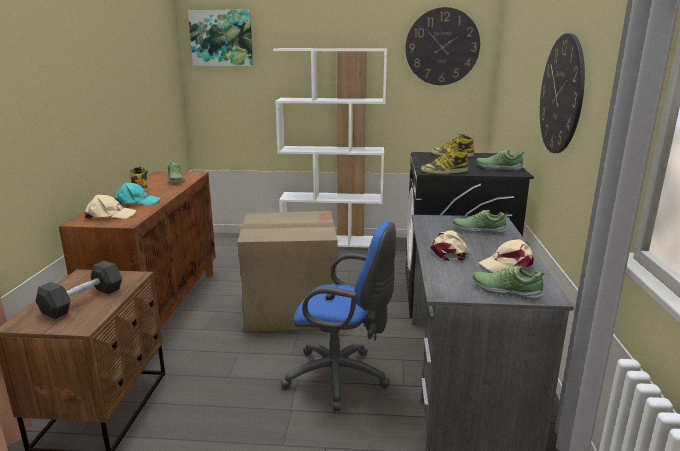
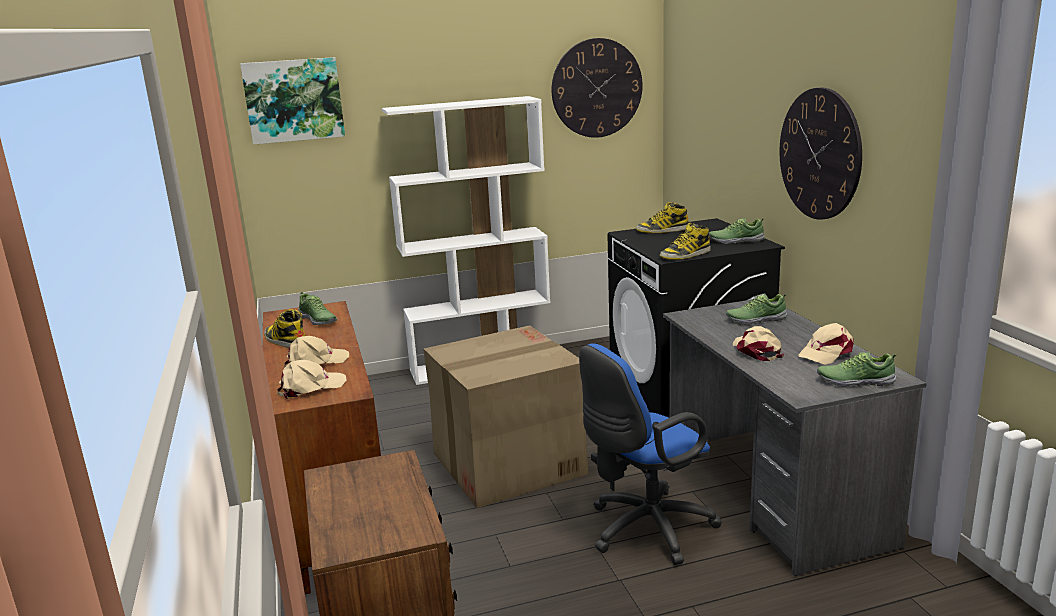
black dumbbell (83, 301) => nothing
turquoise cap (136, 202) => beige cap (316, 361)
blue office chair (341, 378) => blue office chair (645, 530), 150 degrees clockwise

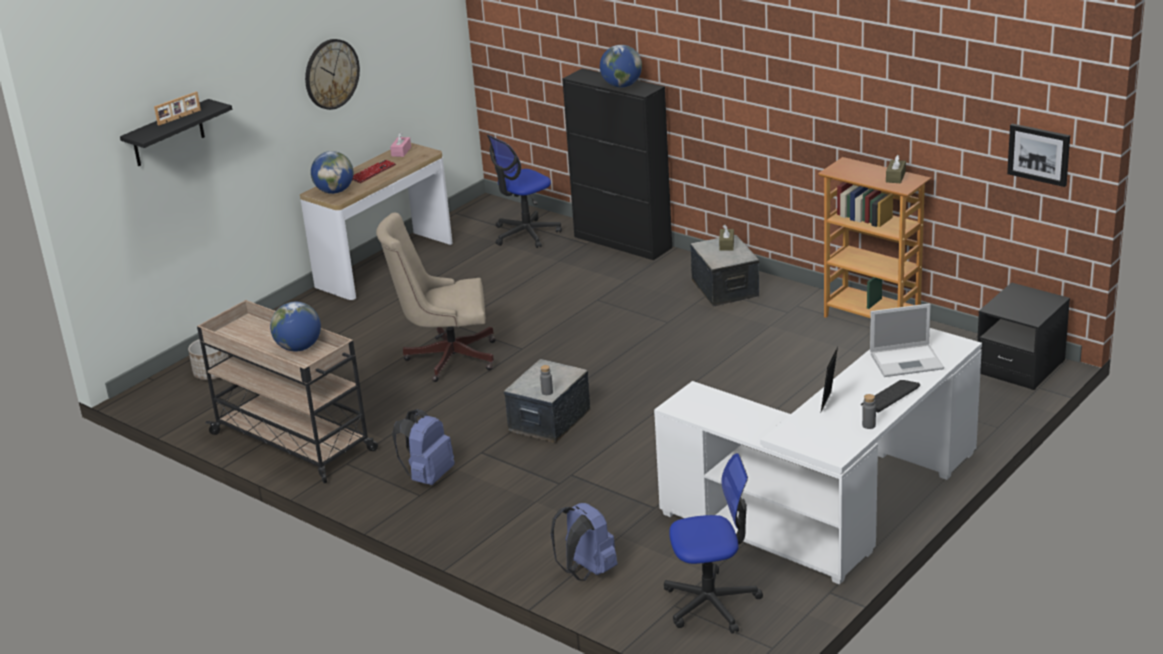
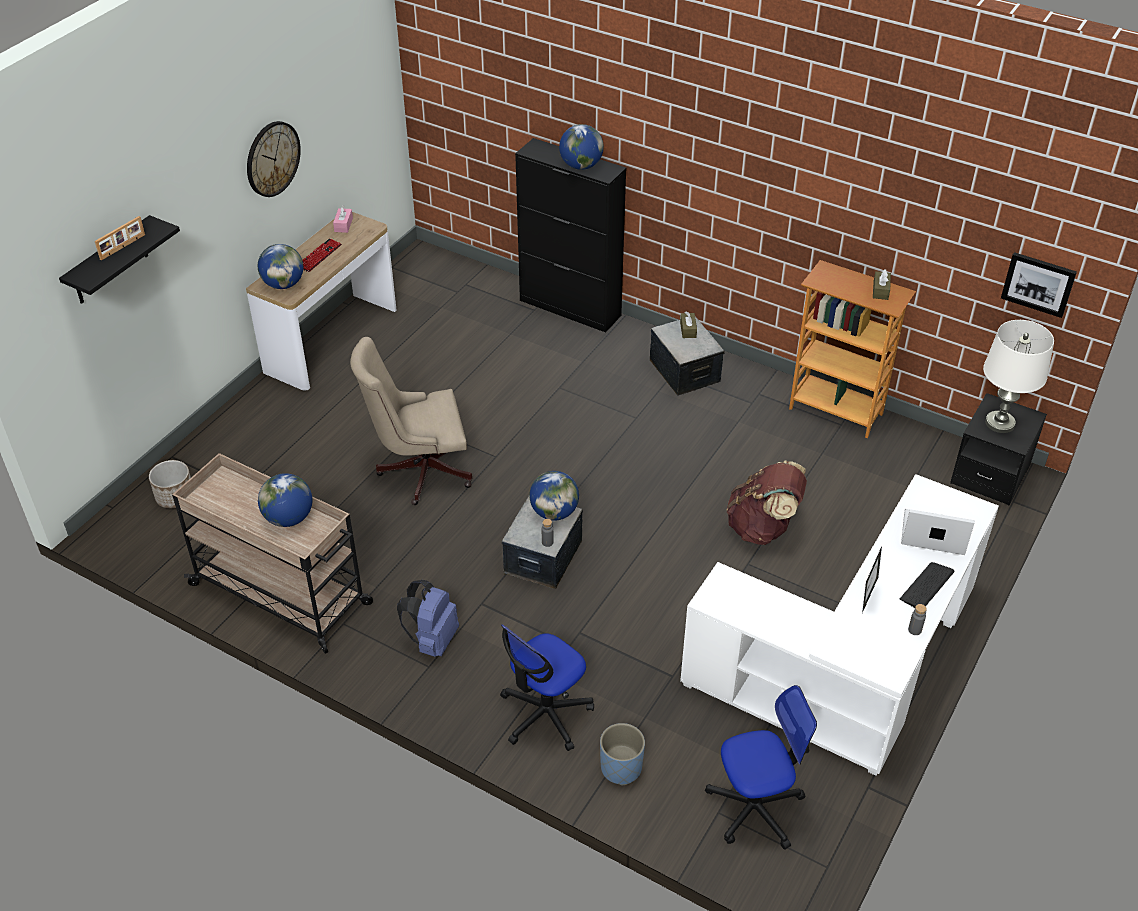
office chair (525, 234) => office chair (545, 714), relocated
blue backpack (586, 571) => blue planter (621, 768)
laptop (907, 361) => laptop (932, 533), 150 degrees counterclockwise
nothing => globe (554, 512)
nothing => brown backpack (763, 528)
nothing => white table lamp (1000, 423)

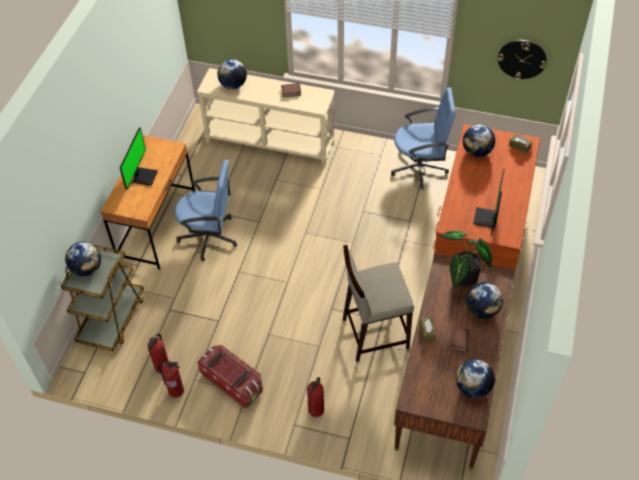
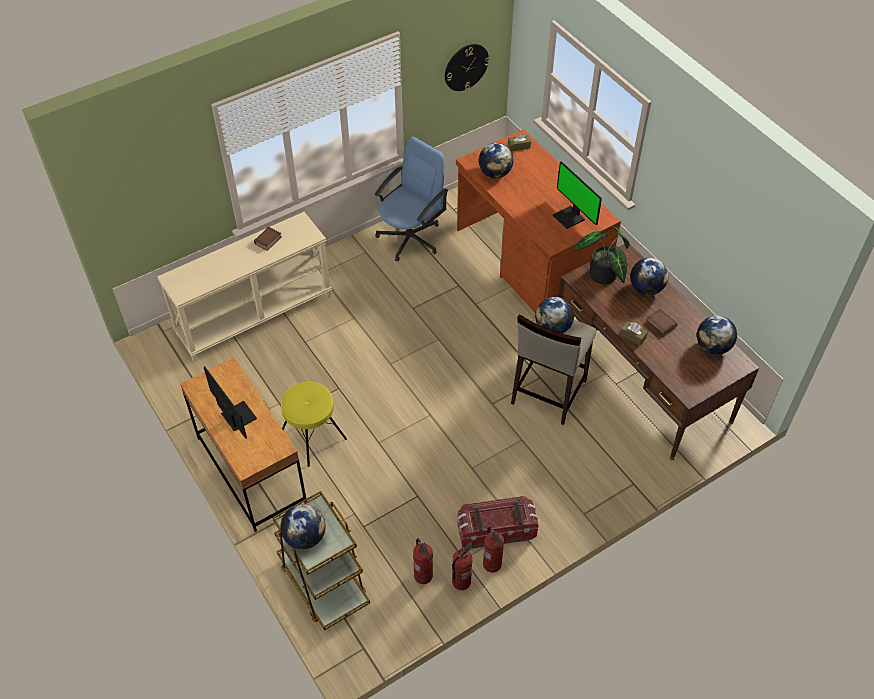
blue office chair (209, 237) => yellow stool (313, 437)
globe (233, 85) => globe (553, 328), relocated
fire extinguisher (316, 410) => fire extinguisher (492, 564), relocated

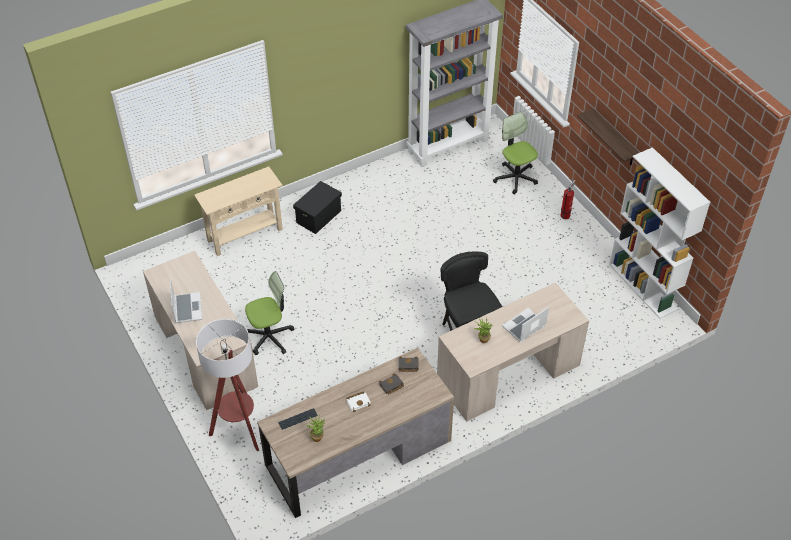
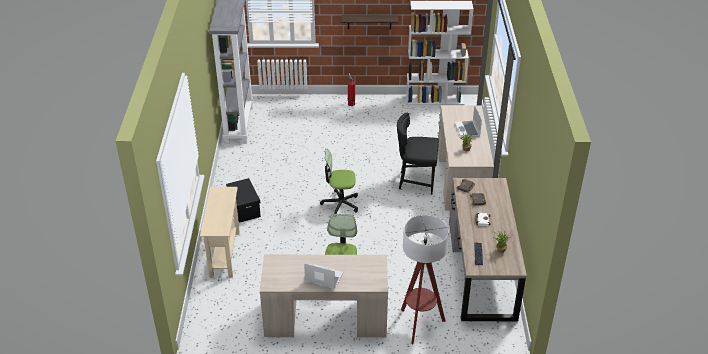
office chair (515, 178) => office chair (340, 204), relocated

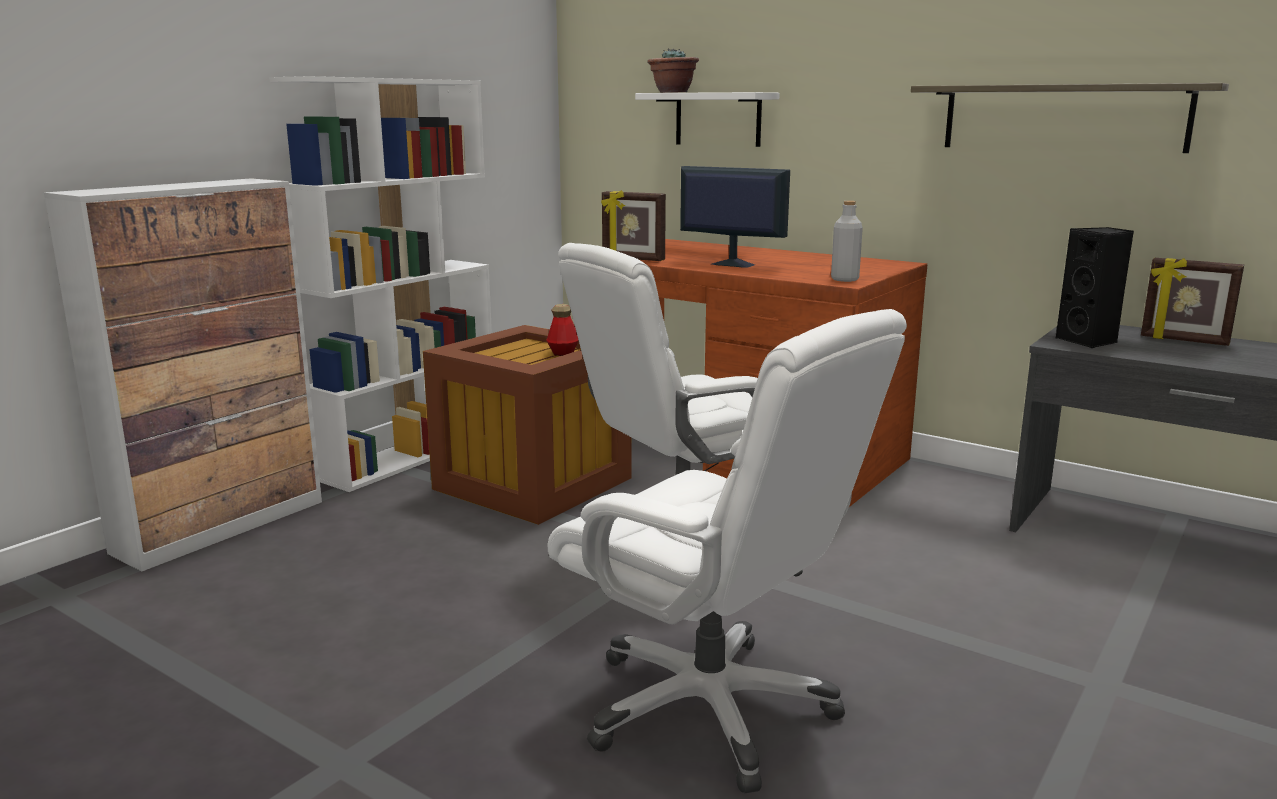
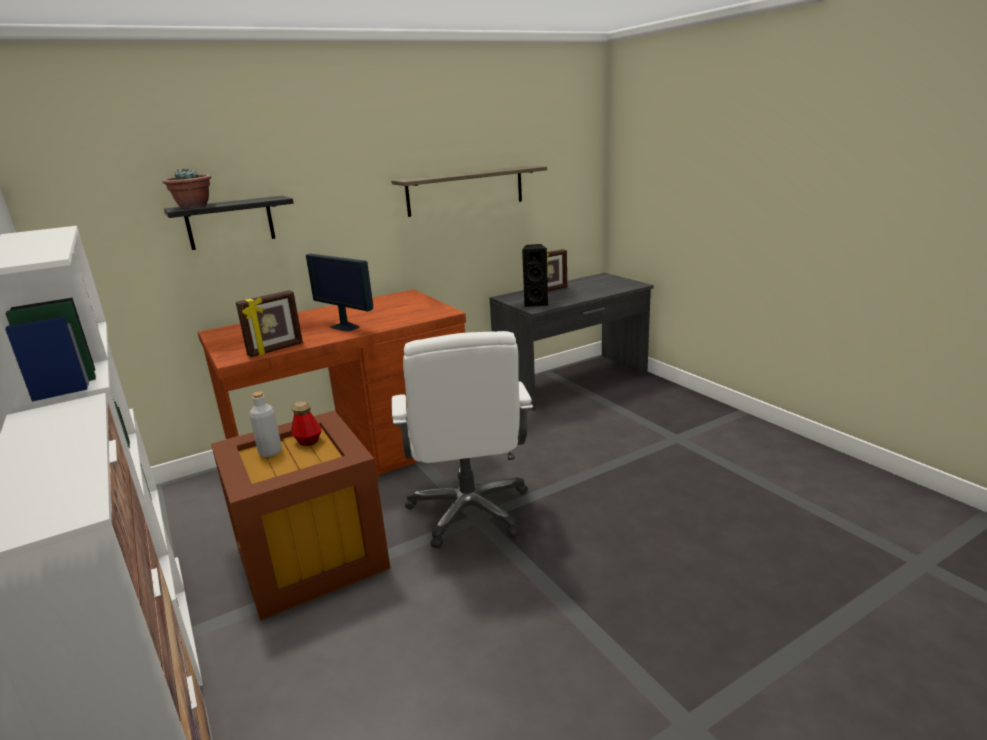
white office chair (711, 709) => nothing
white shelf (718, 119) => black shelf (230, 223)
monitor (731, 264) => monitor (345, 327), 105 degrees counterclockwise
grey bottle (844, 279) => grey bottle (270, 452), relocated

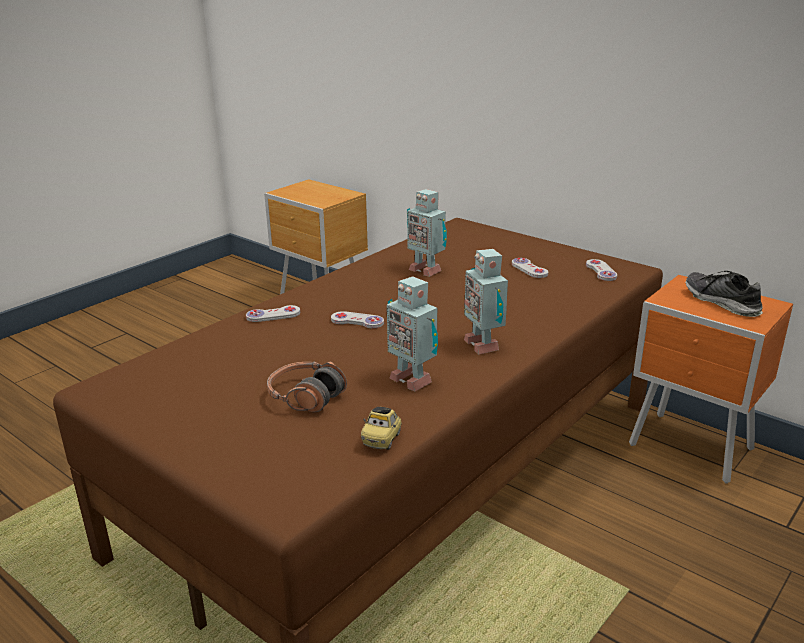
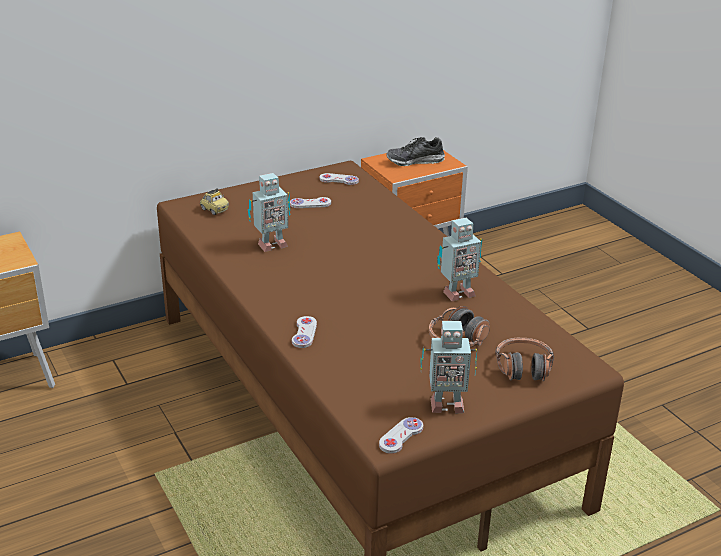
white game controller (357, 321) => white game controller (401, 436), relocated
toy car (382, 439) => toy car (214, 210), relocated
toy robot (483, 344) => toy robot (445, 404), relocated
nothing => headphones (523, 368)

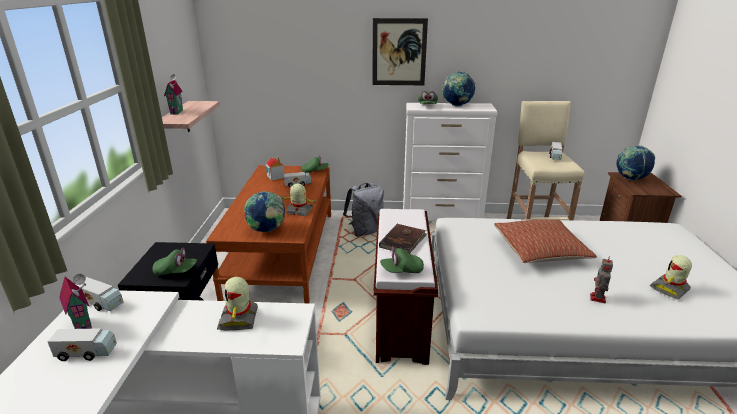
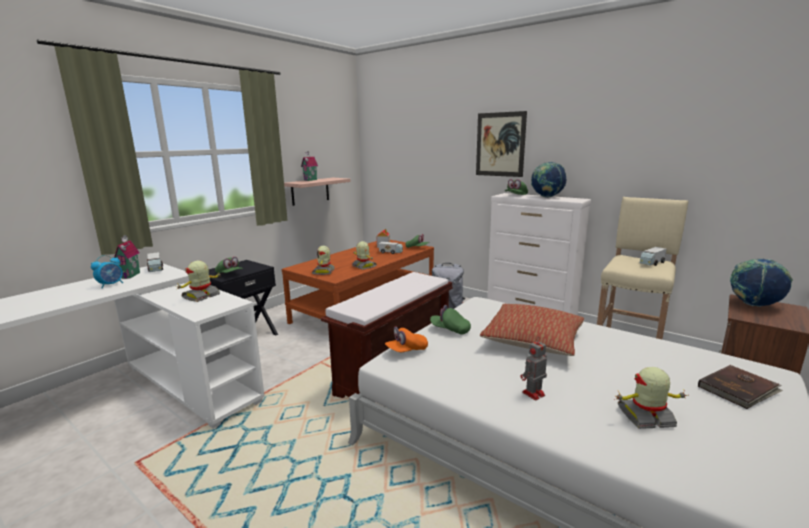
toy truck (87, 352) => alarm clock (111, 285)
globe (267, 230) => toy robot (324, 271)
brown book (403, 241) => brown book (739, 389), relocated
green cap (401, 270) => green cap (450, 329), relocated
nothing => orange cap (406, 350)

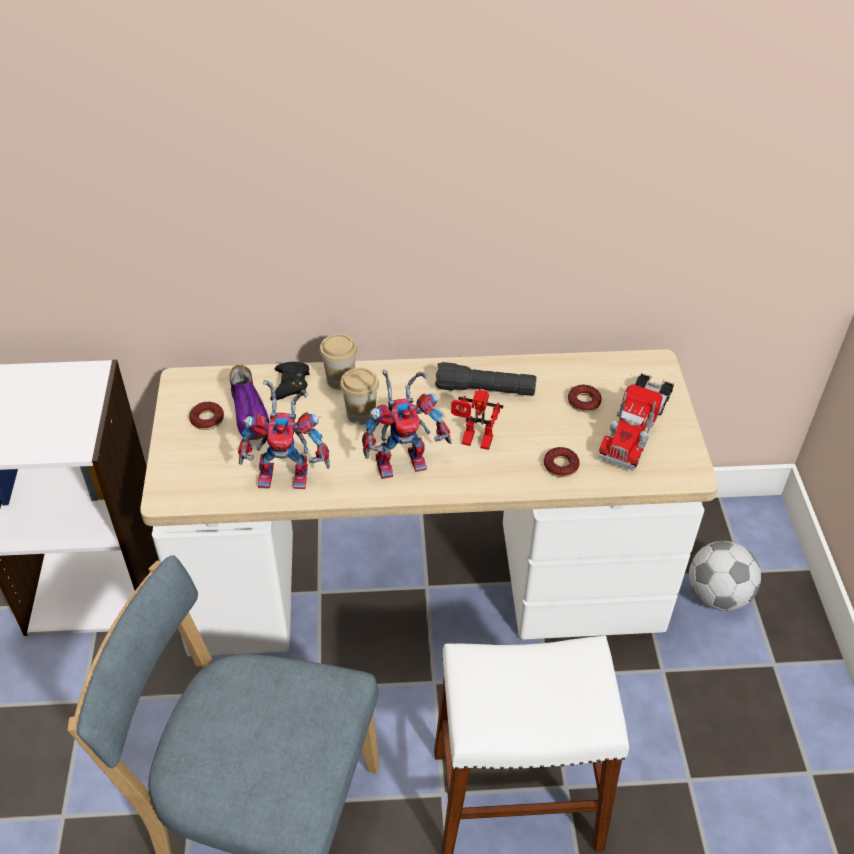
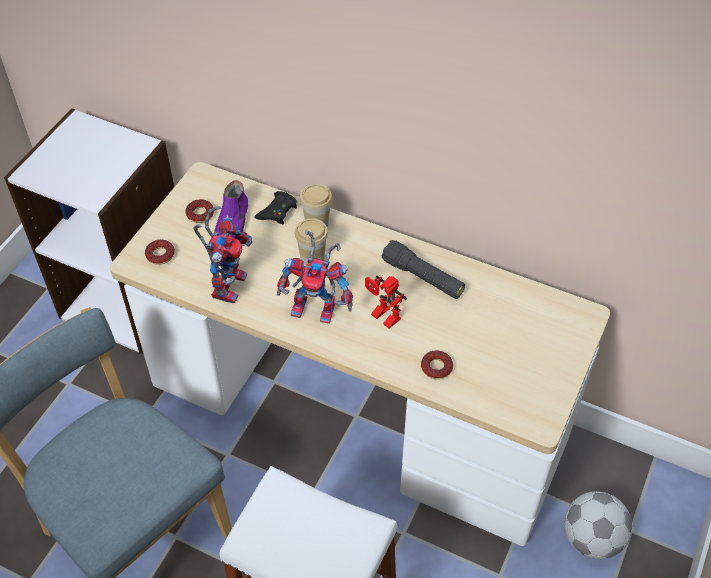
toy robot (289, 474) => toy robot (227, 282), 105 degrees counterclockwise
donut (584, 402) => donut (160, 255), relocated
toy truck (635, 426) => nothing

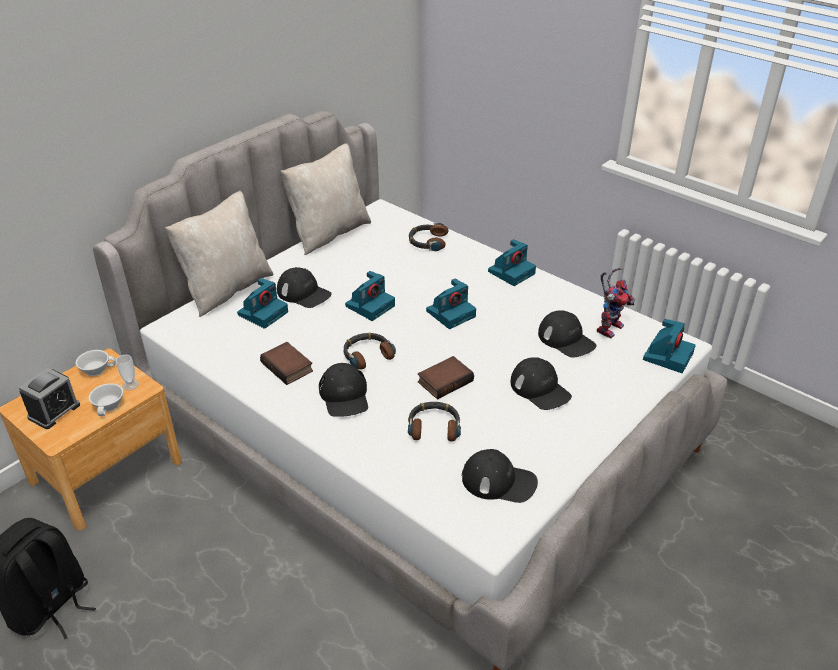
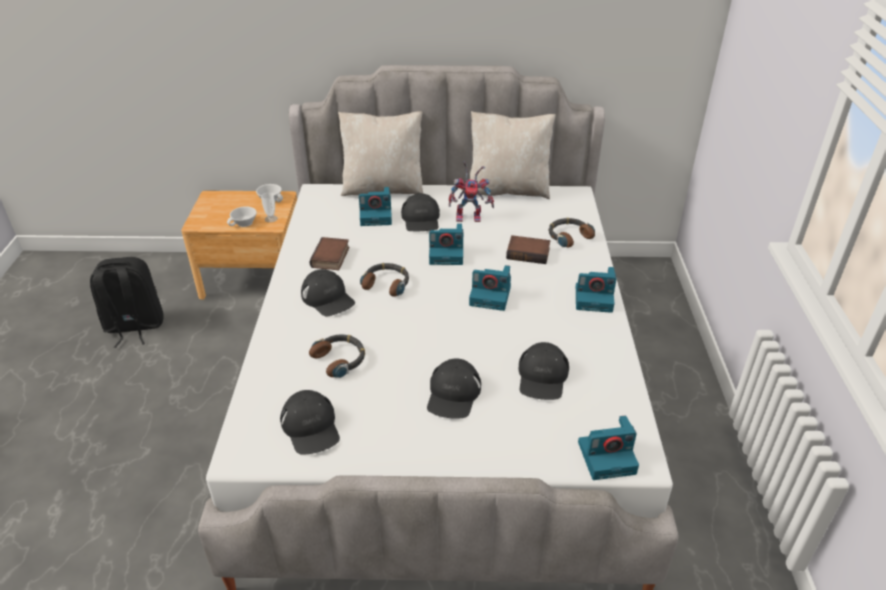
alarm clock (54, 411) => nothing
black cap (344, 396) => black cap (328, 298), 75 degrees counterclockwise
book (445, 380) => book (529, 253), relocated
toy robot (609, 326) => toy robot (470, 216), relocated

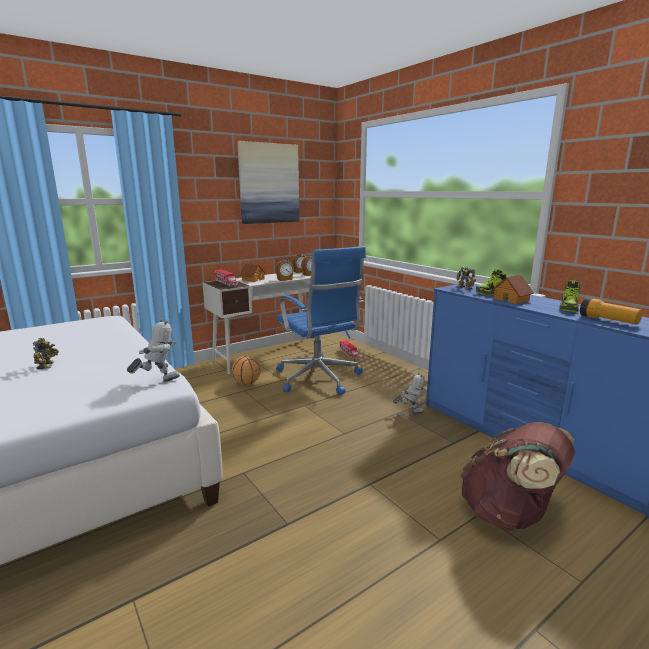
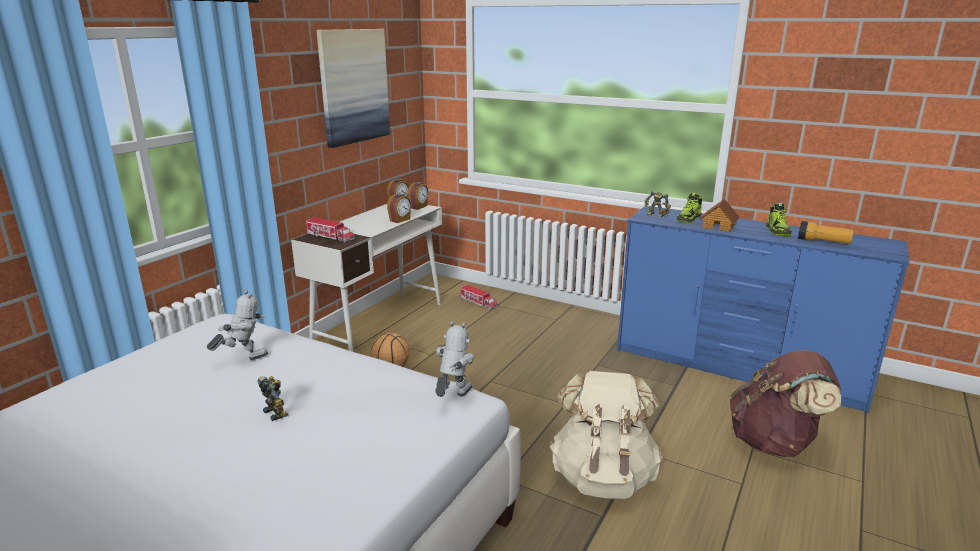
toy house (252, 279) => nothing
blue office chair (319, 379) => nothing
toy robot (409, 412) => toy robot (243, 359), relocated
nothing => beige backpack (603, 477)

